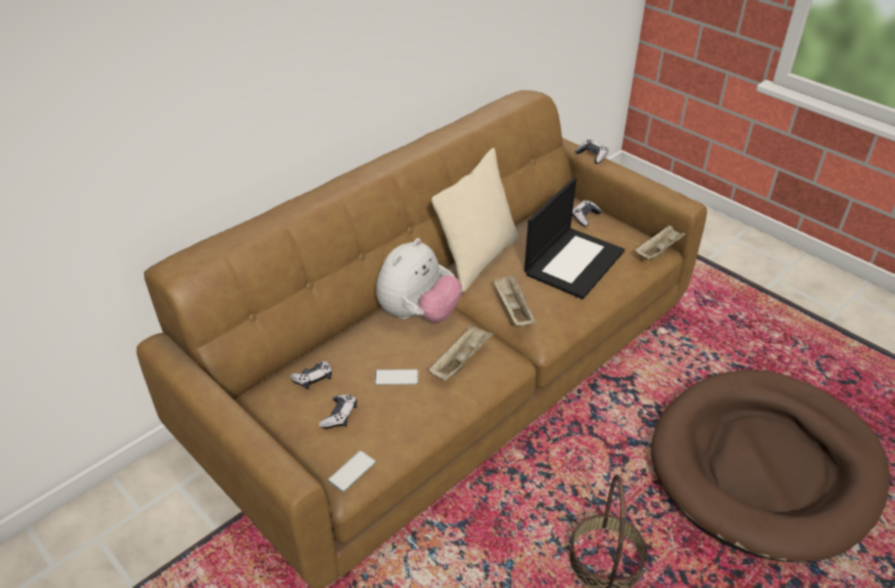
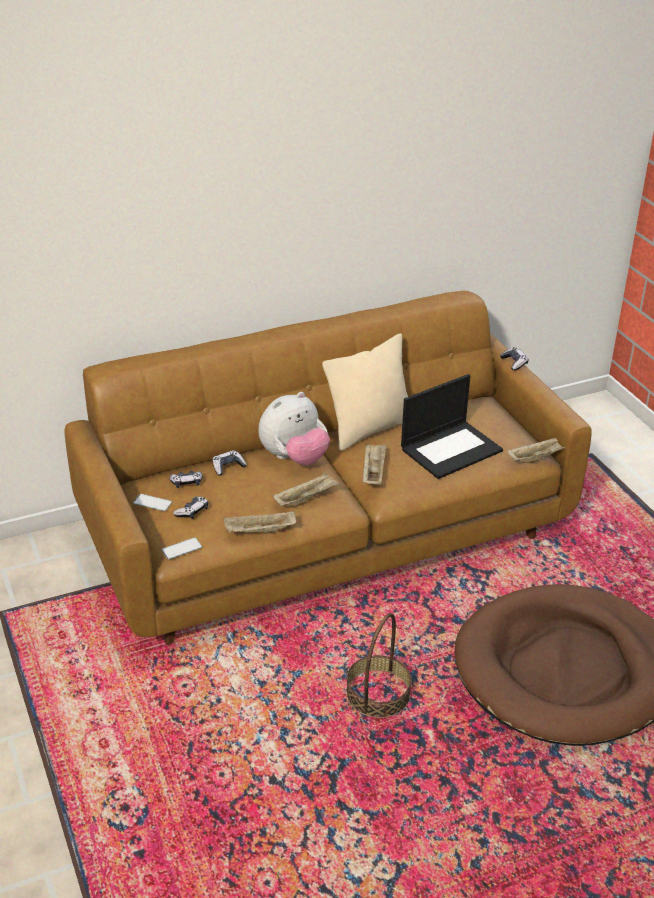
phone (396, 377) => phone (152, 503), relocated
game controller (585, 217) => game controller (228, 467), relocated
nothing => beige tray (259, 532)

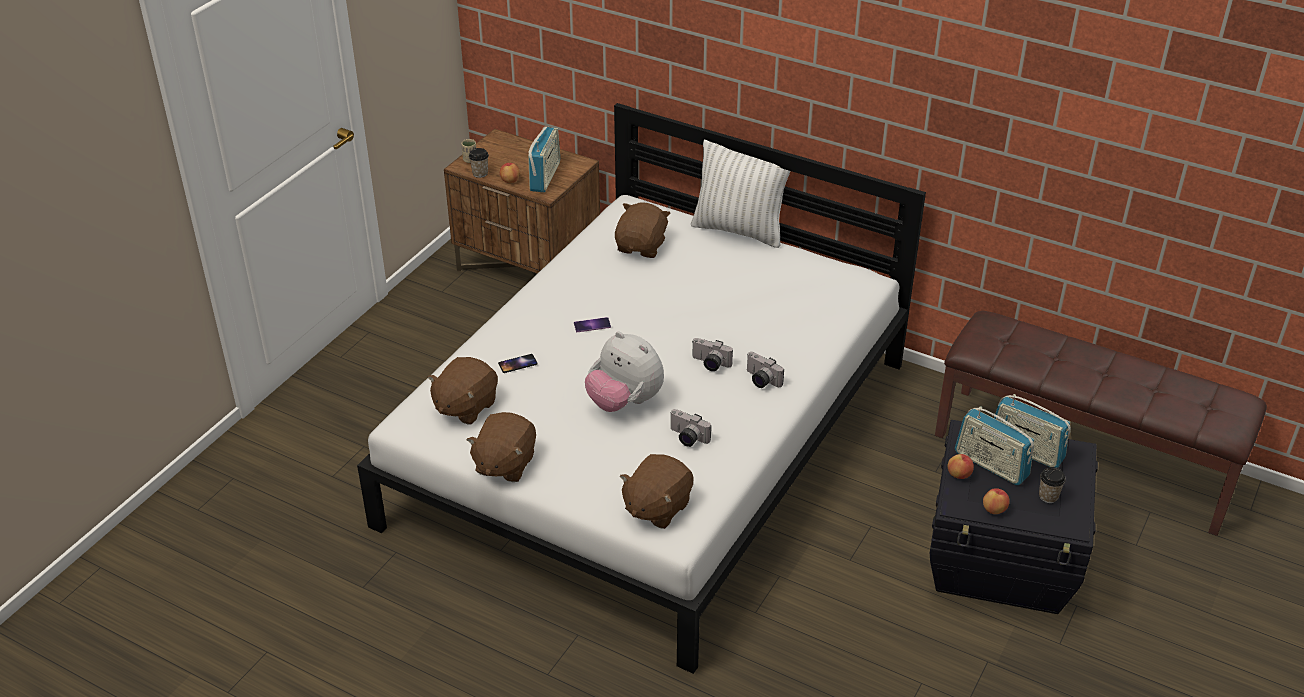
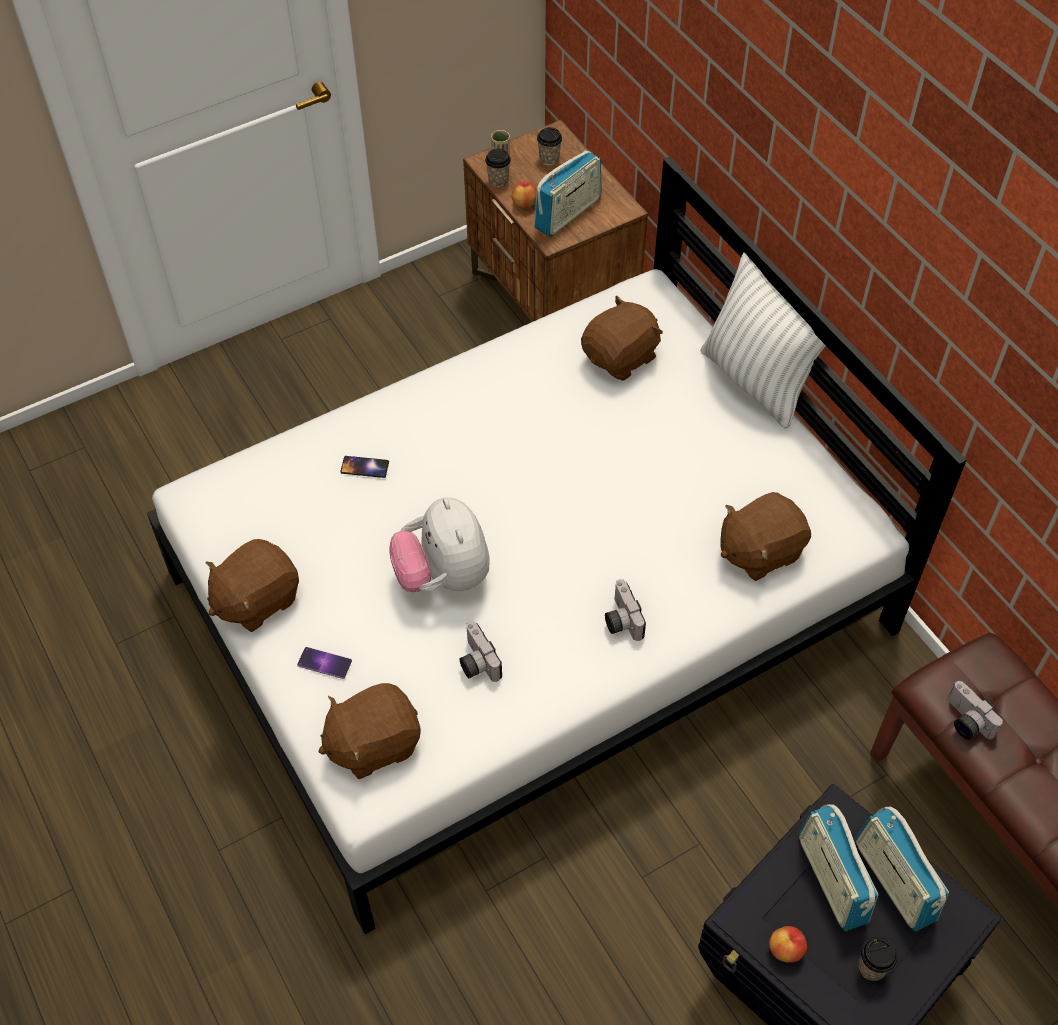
brown plush toy (465, 406) => brown plush toy (759, 551), relocated
phone (592, 325) => phone (324, 663), relocated
photo camera (710, 364) => photo camera (965, 721), relocated
apple (959, 475) => nothing
nothing => cup (549, 159)

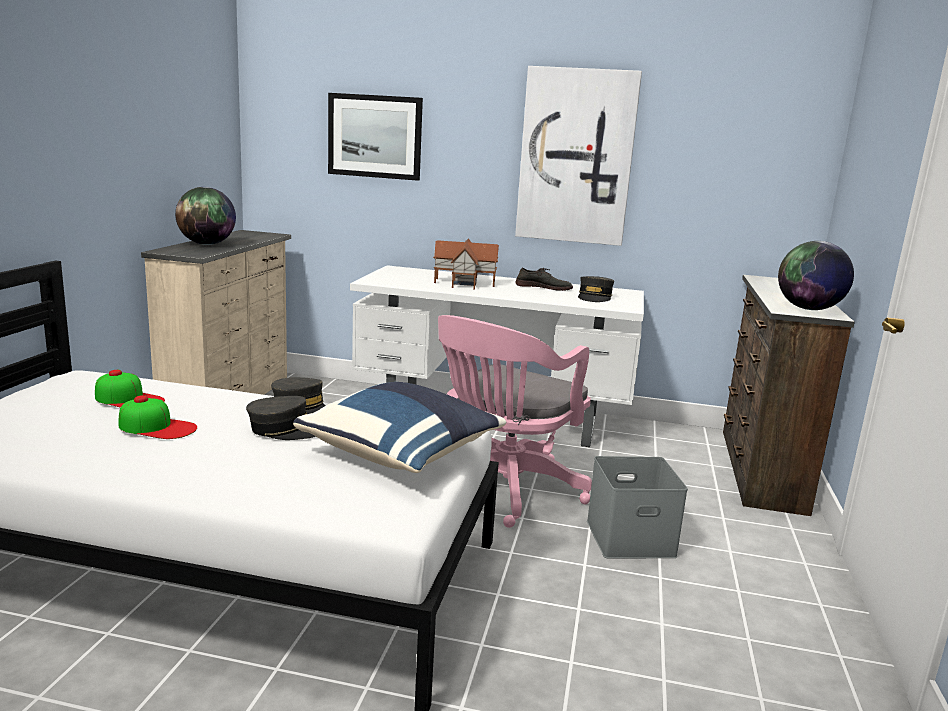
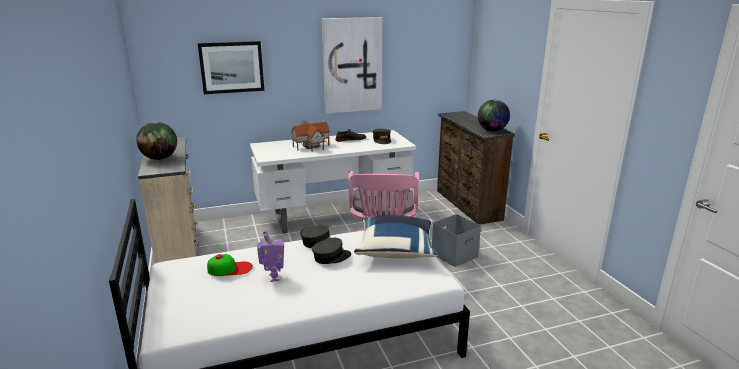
cap (157, 427) => toy robot (273, 277)

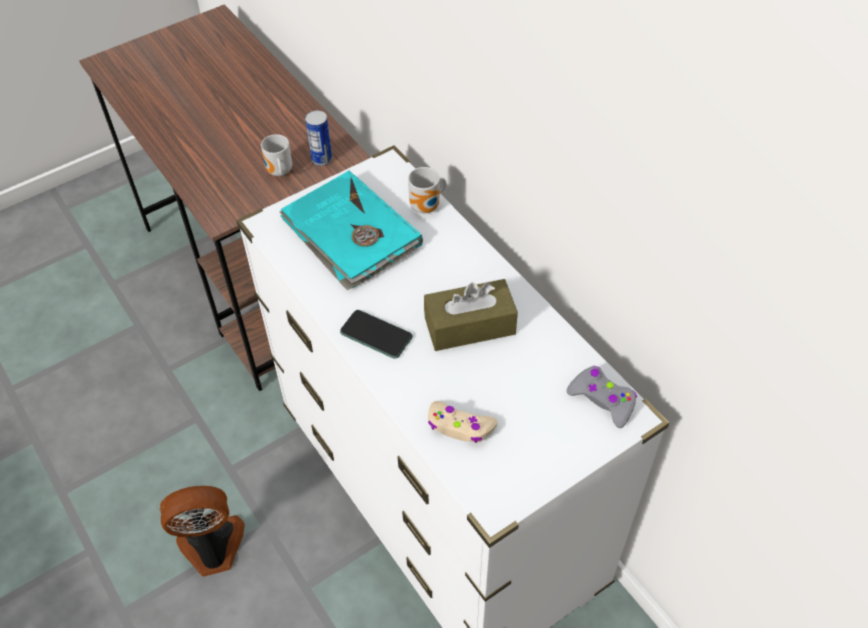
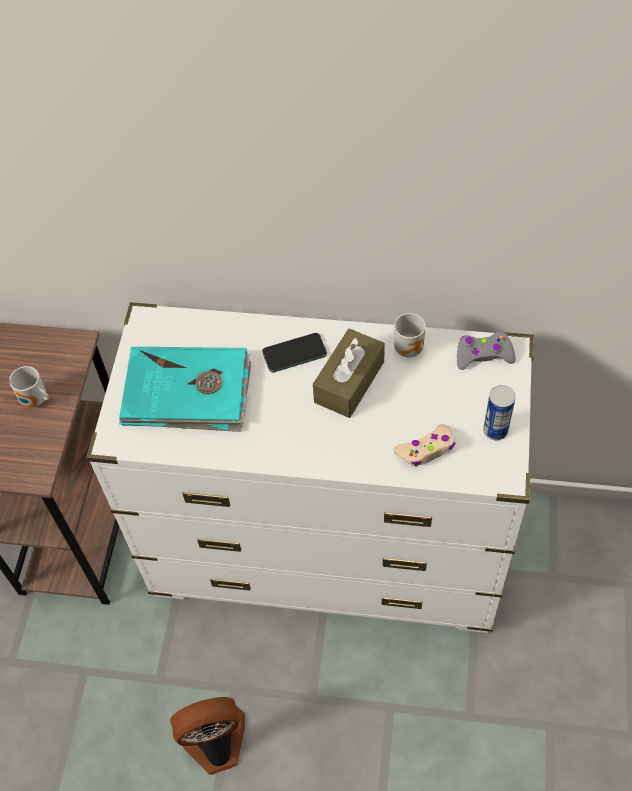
fan (212, 548) => fan (215, 742), 45 degrees clockwise
can (322, 159) => can (495, 430), relocated
phone (376, 335) => phone (294, 353), relocated
mug (427, 207) => mug (410, 348), relocated

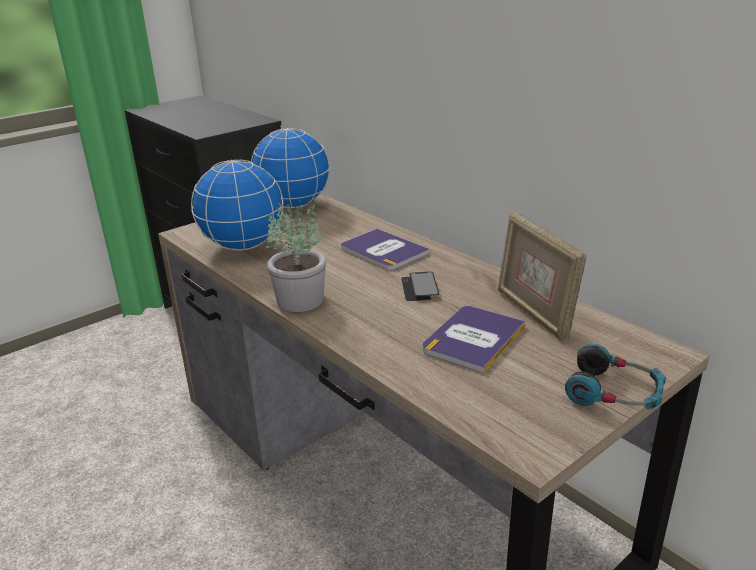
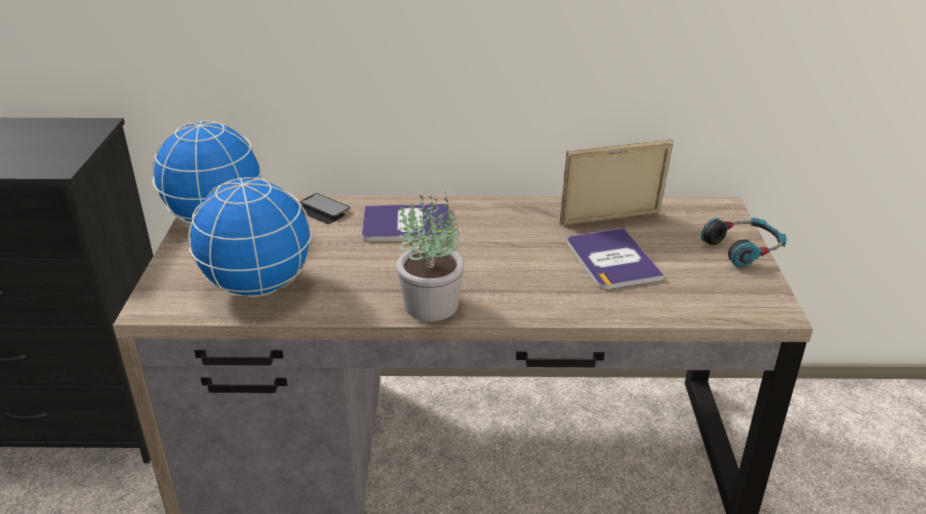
phone (419, 288) => phone (322, 210), relocated
picture frame (534, 314) => picture frame (611, 220), 150 degrees clockwise

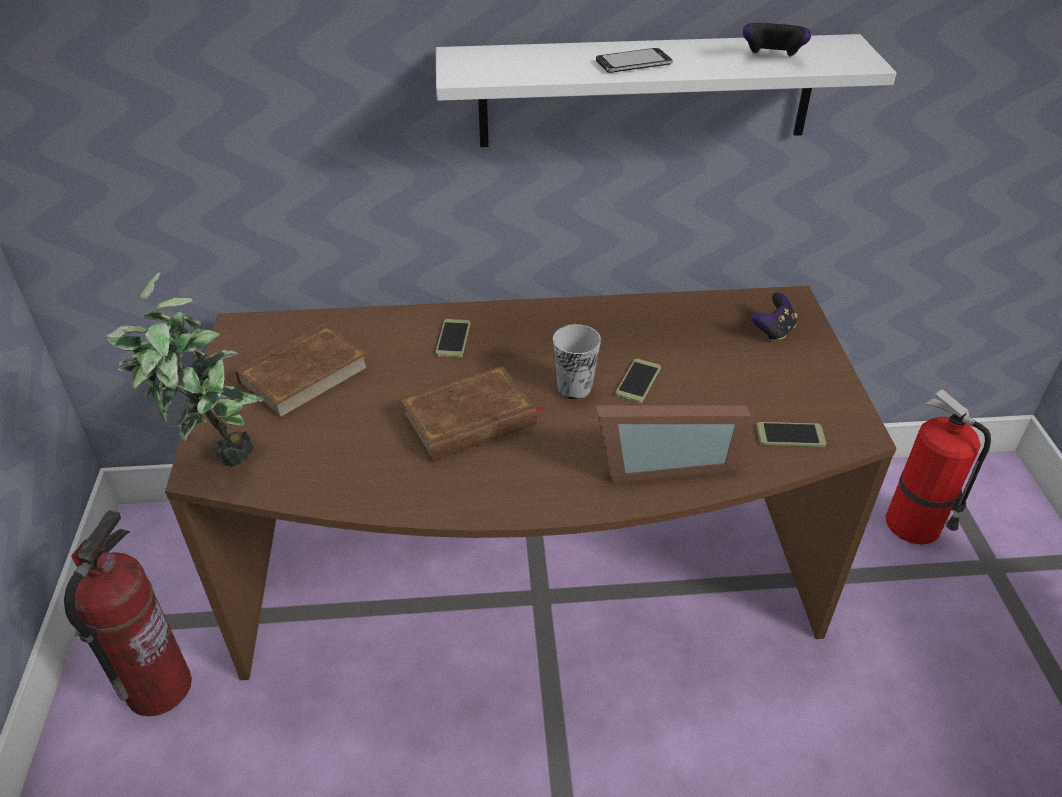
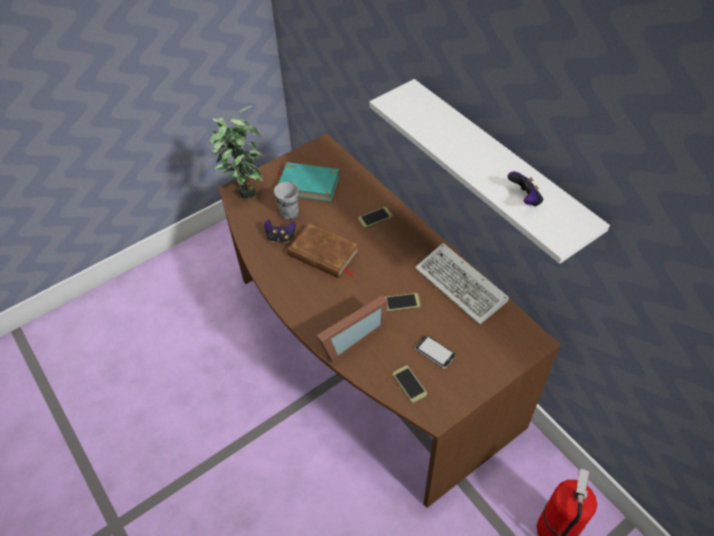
fire extinguisher (159, 688) => nothing
brown book (303, 376) => turquoise book (309, 184)
cup (574, 388) => cup (289, 213), relocated
phone (633, 63) => phone (435, 352), relocated
picture frame (662, 461) => picture frame (349, 338), 90 degrees counterclockwise
game controller (773, 331) => game controller (280, 237), relocated
nothing => keyboard (463, 286)

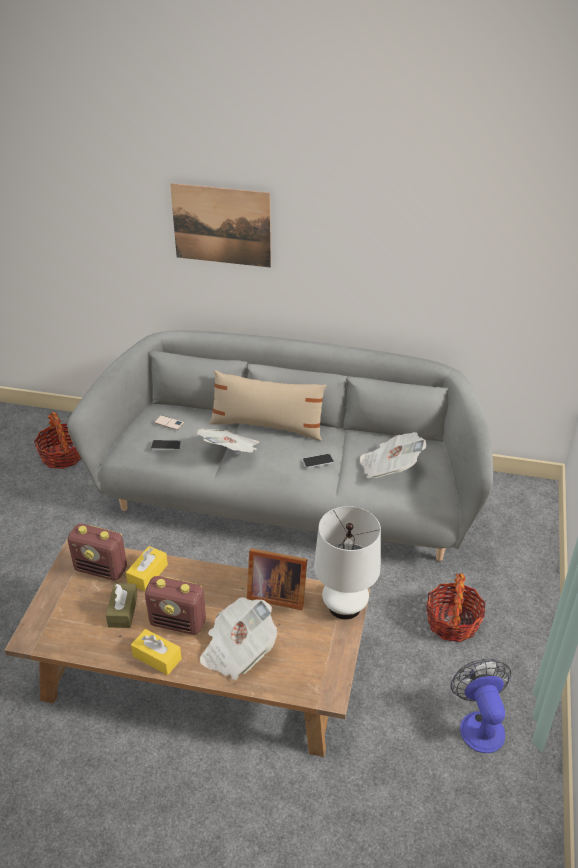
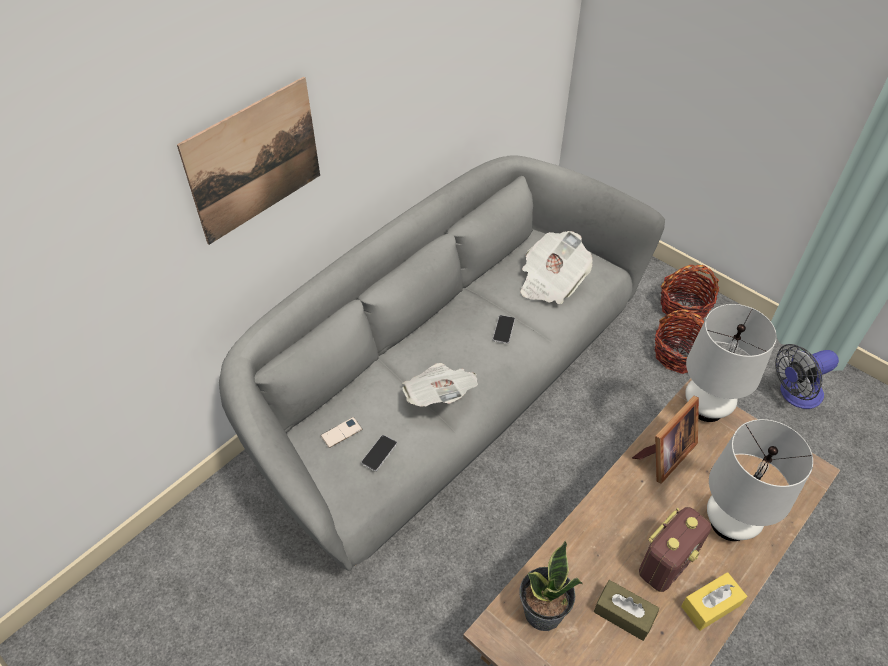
basket (62, 456) => basket (684, 307), relocated
radio (101, 569) => potted plant (542, 612)
yellow tissue box (147, 574) => nothing
newspaper (237, 651) => white table lamp (729, 523)
beige pillow (267, 426) => nothing
fan (479, 724) => fan (795, 395), 45 degrees counterclockwise

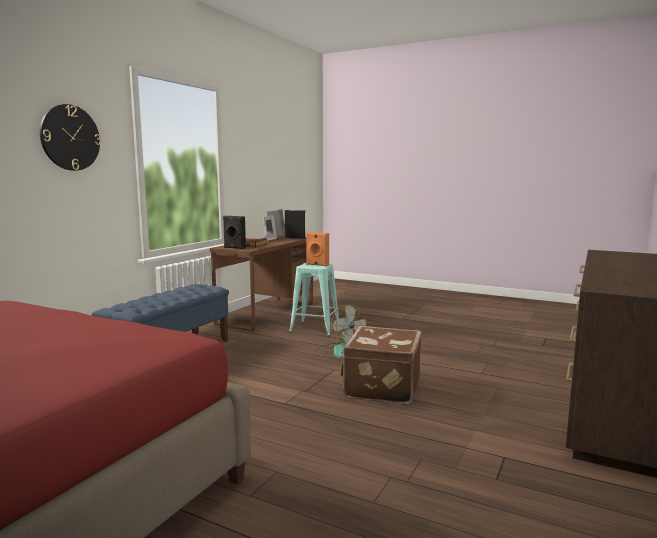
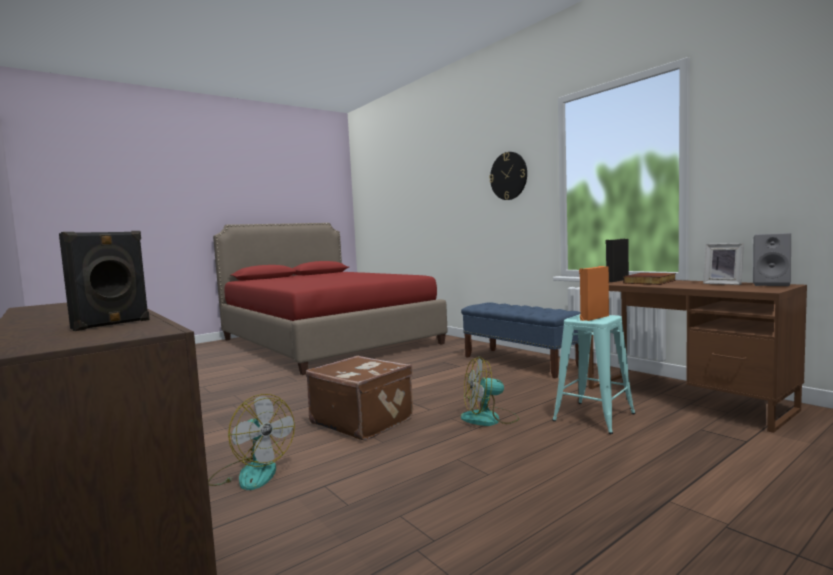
black speaker (295, 238) => black speaker (112, 324), relocated
nothing => fan (251, 473)

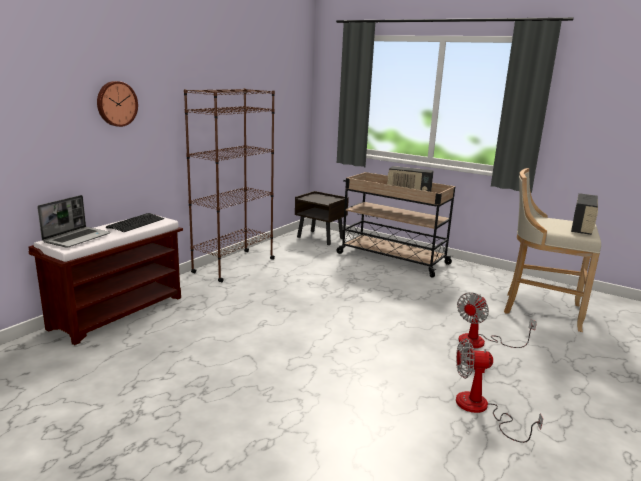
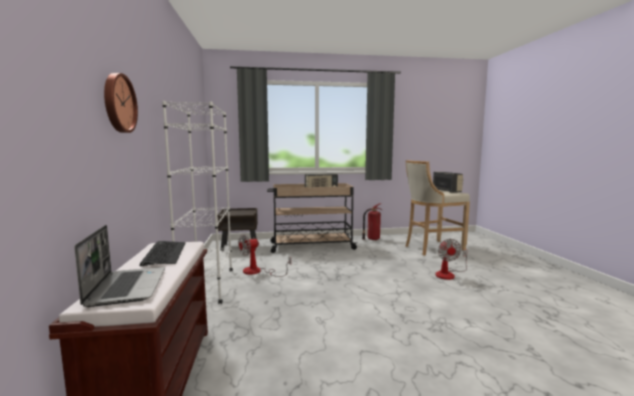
brown bookcase (234, 266) => white bookcase (207, 287)
fan (481, 409) => fan (258, 272), relocated
nothing => fire extinguisher (372, 239)

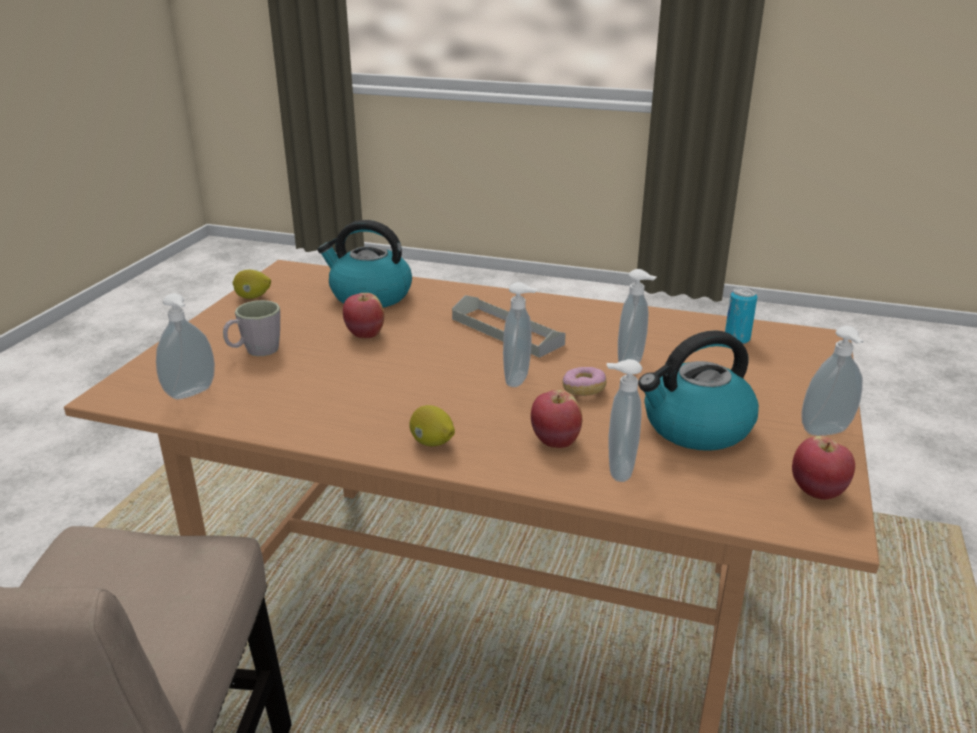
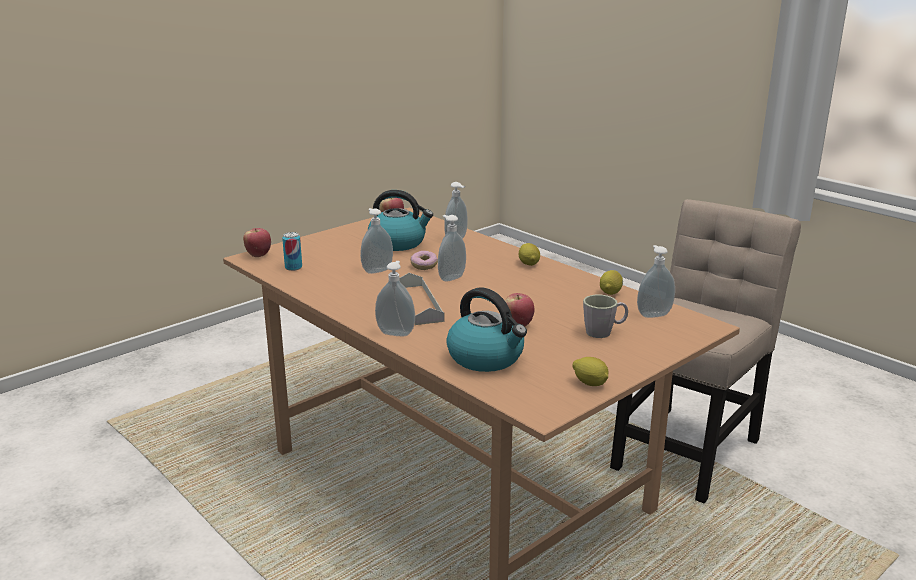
apple (555, 441) => apple (258, 255), relocated
soap dispenser (827, 432) => soap dispenser (396, 332), relocated
nothing => lemon (610, 292)

